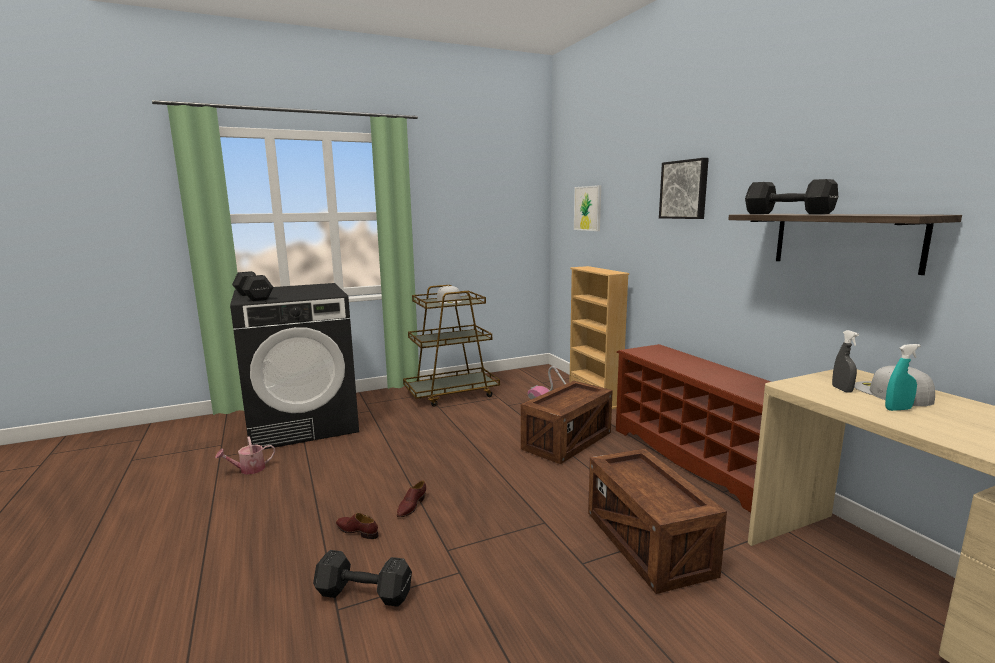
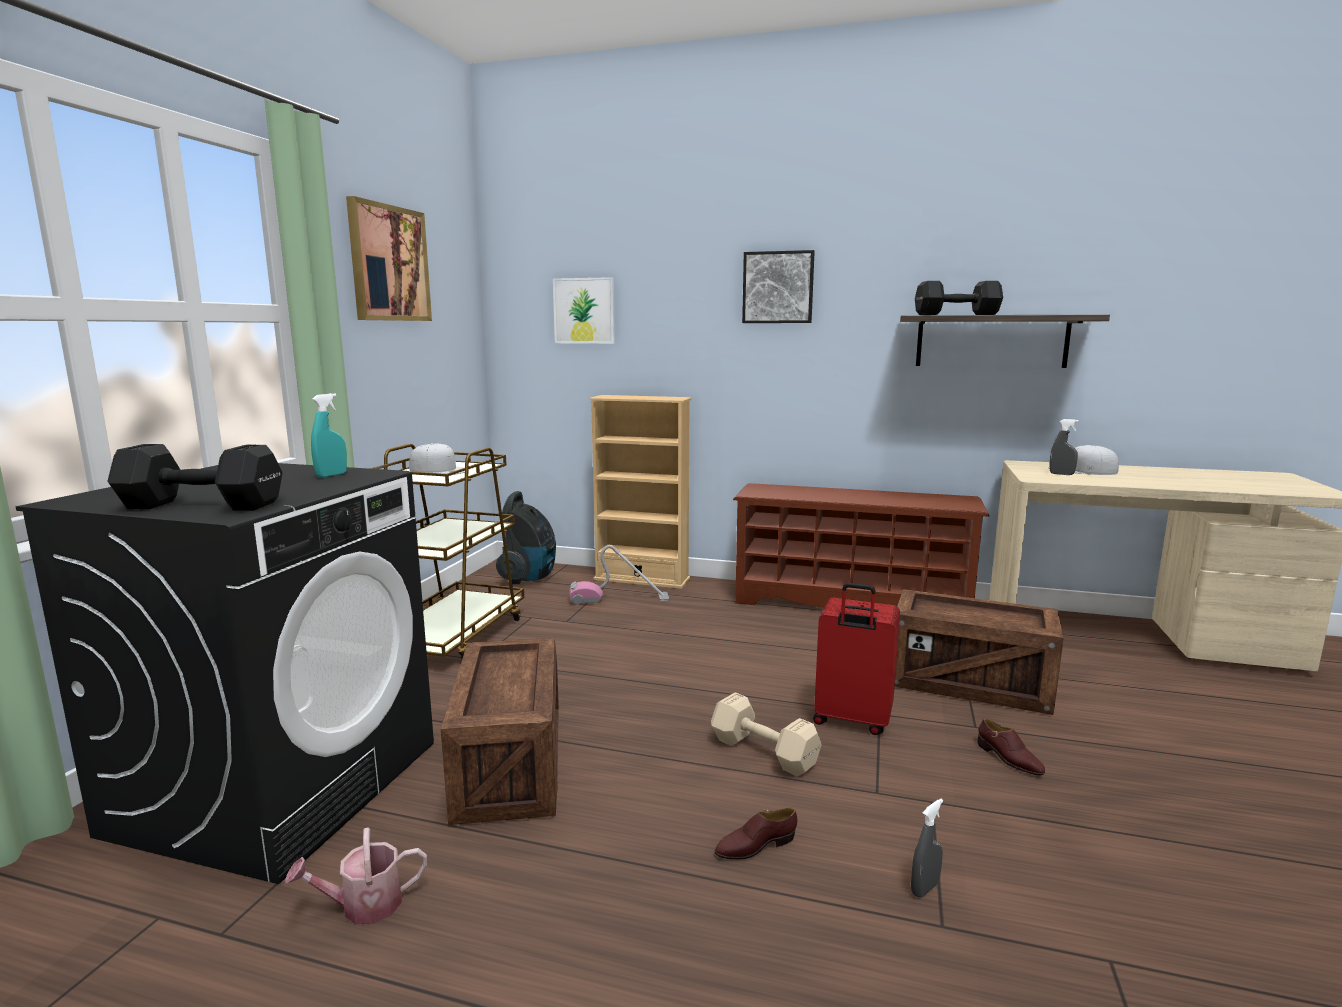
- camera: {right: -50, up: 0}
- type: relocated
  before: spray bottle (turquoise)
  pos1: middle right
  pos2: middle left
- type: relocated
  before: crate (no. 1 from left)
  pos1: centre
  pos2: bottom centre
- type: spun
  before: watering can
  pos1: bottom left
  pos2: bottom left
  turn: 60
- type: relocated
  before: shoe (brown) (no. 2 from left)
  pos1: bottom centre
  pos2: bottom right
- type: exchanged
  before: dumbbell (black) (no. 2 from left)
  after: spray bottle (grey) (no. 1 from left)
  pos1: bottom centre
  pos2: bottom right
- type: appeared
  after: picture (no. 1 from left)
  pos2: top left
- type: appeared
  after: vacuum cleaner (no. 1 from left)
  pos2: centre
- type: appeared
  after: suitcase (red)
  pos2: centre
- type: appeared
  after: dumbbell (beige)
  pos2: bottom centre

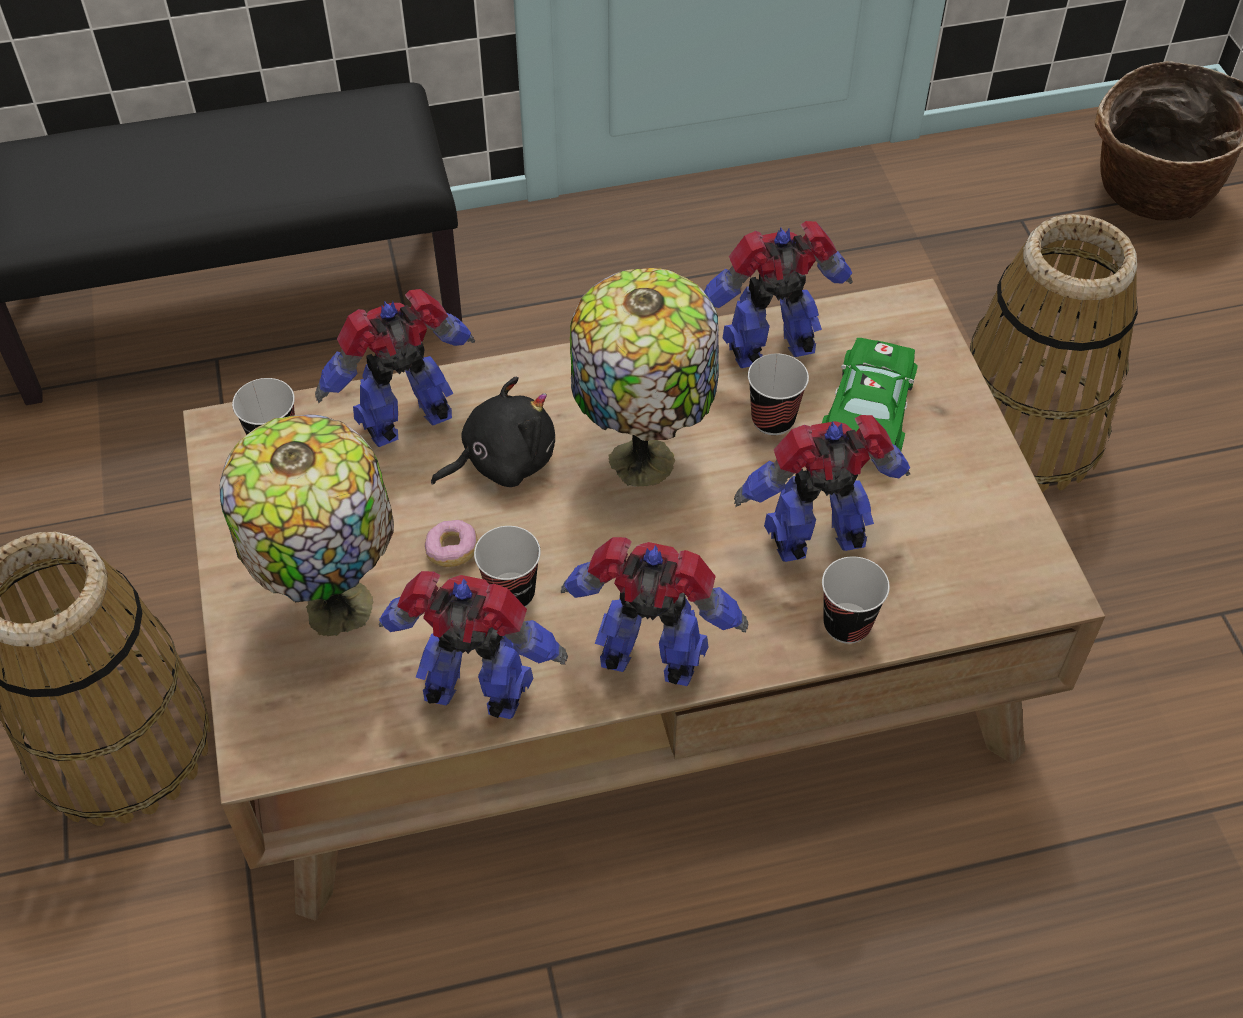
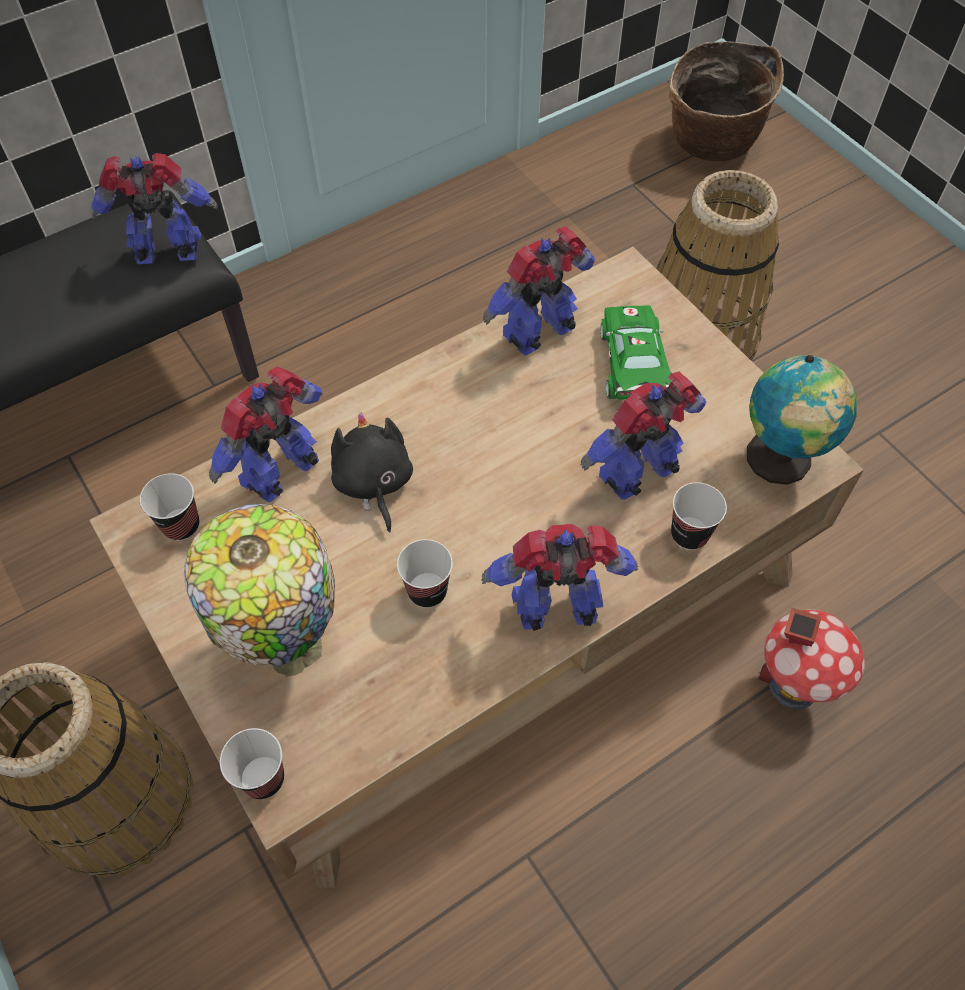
- camera: {right: -20, up: 5}
- type: missing
  before: table lamp (no. 2 from left)
  pos1: centre
- type: relocated
  before: cup (no. 3 from left in the first image)
  after: cup (no. 2 from left)
  pos1: centre
  pos2: bottom left
- type: spun
  before: plush toy (black)
  pos1: centre
  pos2: centre
  turn: -60
- type: missing
  before: donut
  pos1: centre
- type: relocated
  before: toy robot (no. 2 from left in the first image)
  after: toy robot (no. 1 from left)
  pos1: centre
  pos2: top left
- type: appeared
  after: globe
  pos2: middle right
- type: appeared
  after: toy house
  pos2: middle right

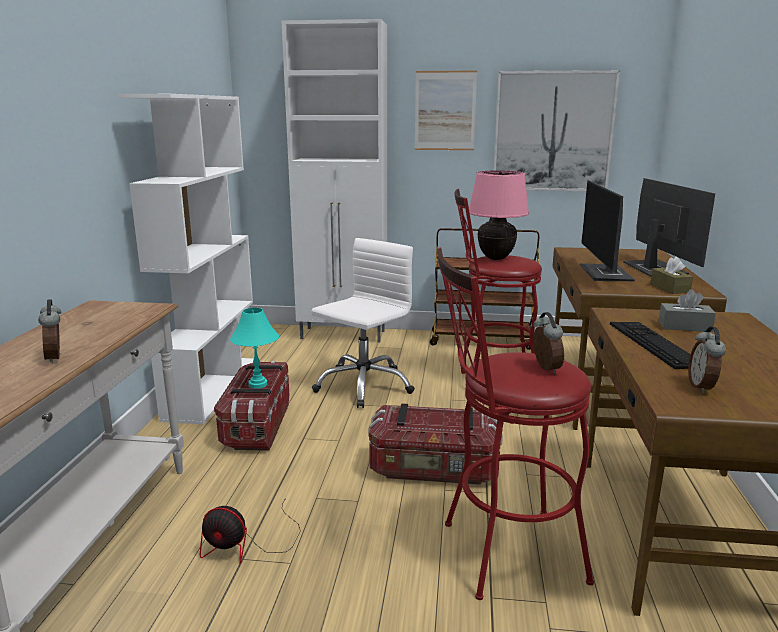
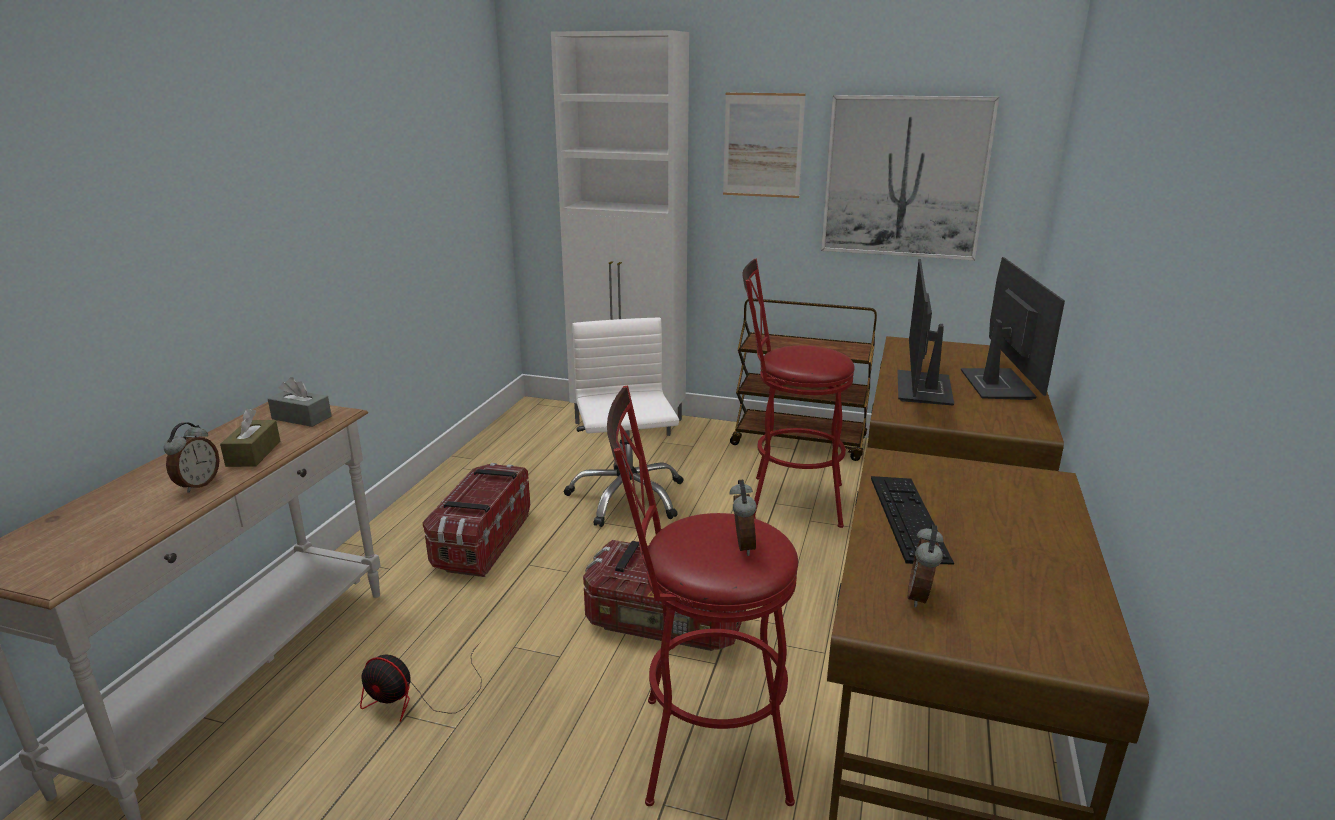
- camera: {right: 10, up: 5}
- type: missing
  before: bookcase (white)
  pos1: middle left
- type: missing
  before: table lamp (pink)
  pos1: centre
- type: spun
  before: office chair (white)
  pos1: centre
  pos2: centre
  turn: -60
- type: relocated
  before: tissue box (brown)
  pos1: middle right
  pos2: middle left
- type: relocated
  before: tissue box (grey)
  pos1: middle right
  pos2: middle left
- type: spun
  before: alarm clock (no. 1 from left)
  pos1: middle left
  pos2: middle left
  turn: -150
- type: missing
  before: table lamp (turquoise)
  pos1: middle left

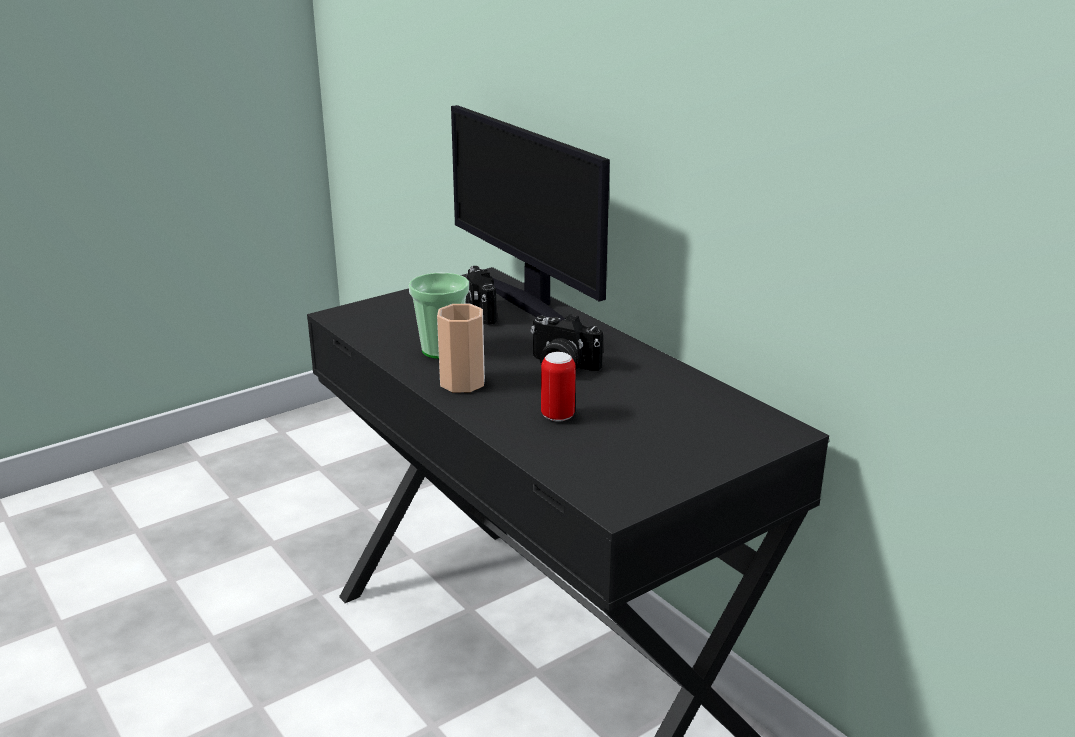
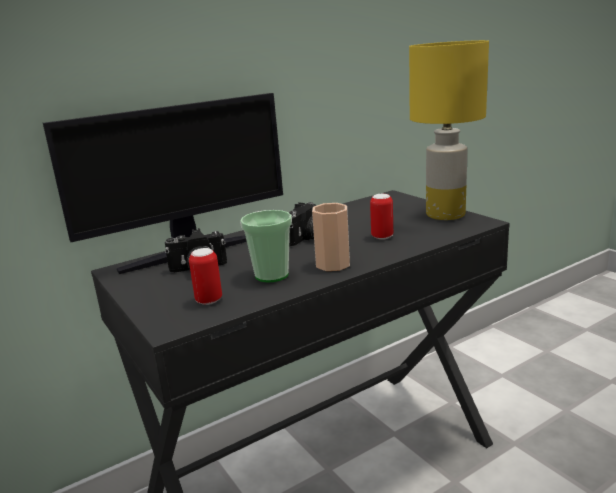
- camera: {right: -85, up: -5}
- type: appeared
  after: table lamp (yellow)
  pos2: top right
- type: appeared
  after: can (no. 1 from left)
  pos2: middle left

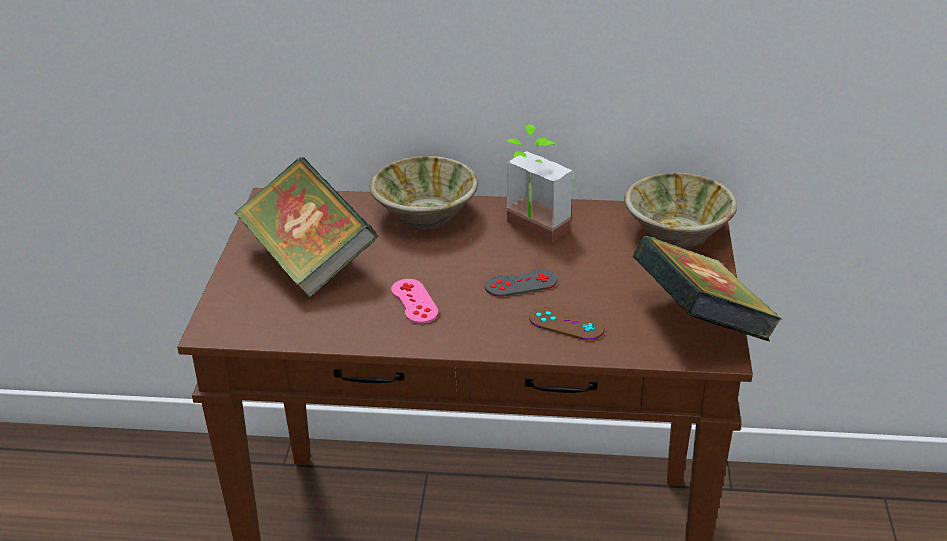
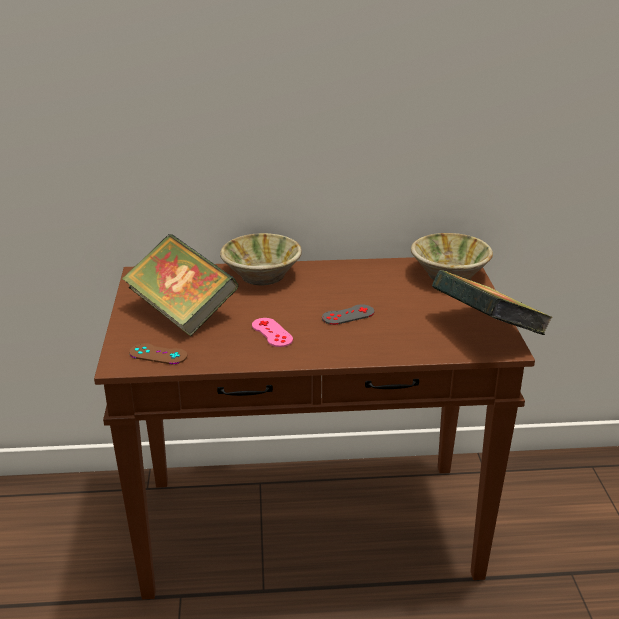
- camera: {right: -10, up: -5}
- type: missing
  before: potted plant
  pos1: centre
- type: relocated
  before: game controller (brown)
  pos1: centre
  pos2: middle left

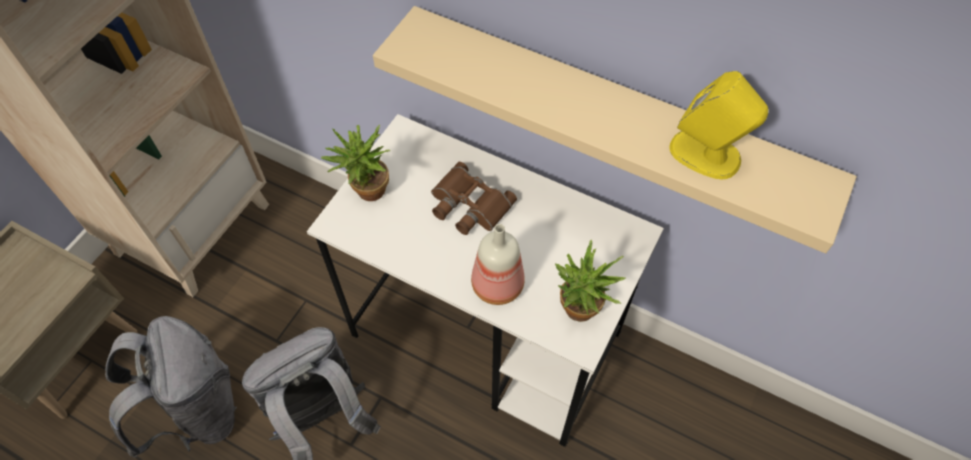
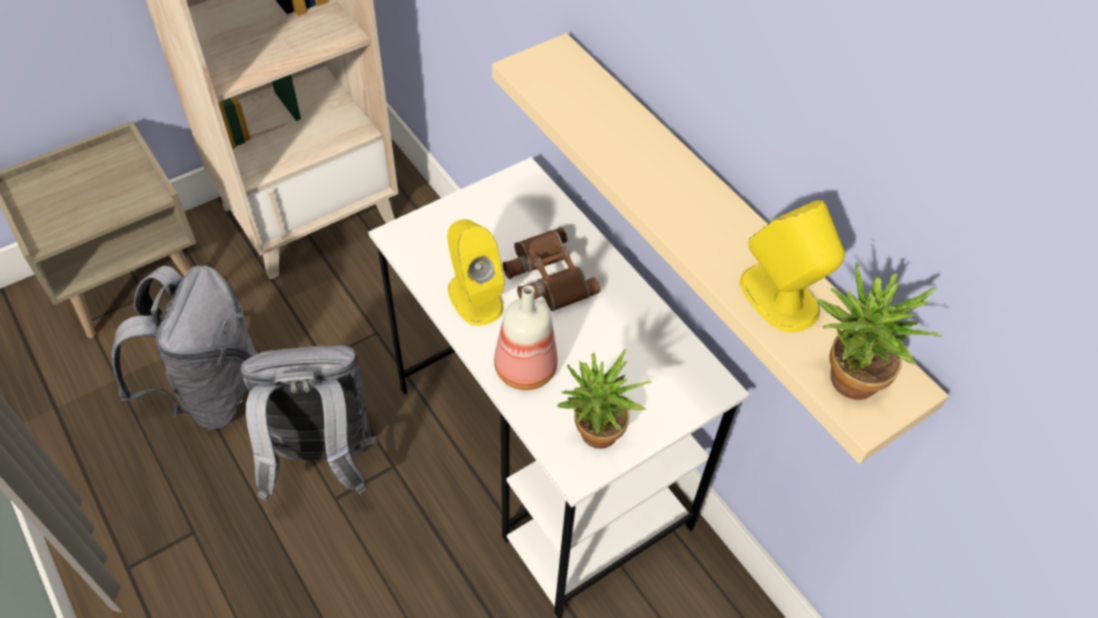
- camera: {right: 25, up: -5}
- type: relocated
  before: potted plant (no. 1 from left in the first image)
  after: potted plant (no. 2 from left)
  pos1: centre
  pos2: middle right
- type: appeared
  after: speaker (yellow) (no. 1 from left)
  pos2: centre

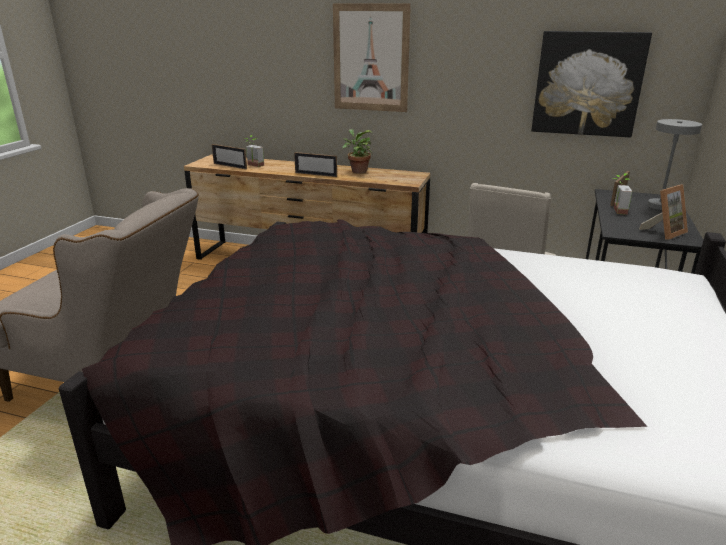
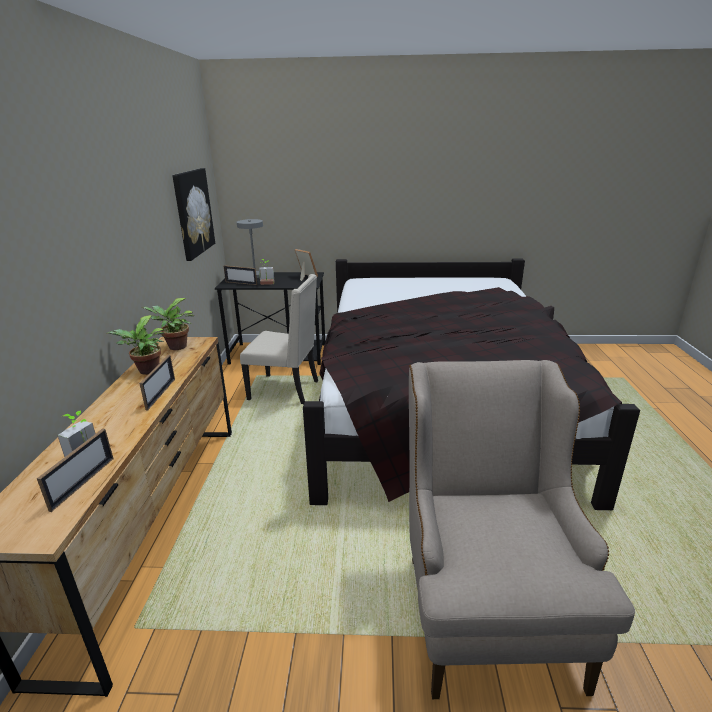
- camera: {right: -105, up: 0}
- type: missing
  before: picture (no. 1 from left)
  pos1: top centre
- type: appeared
  after: potted plant (no. 3 from left)
  pos2: middle left

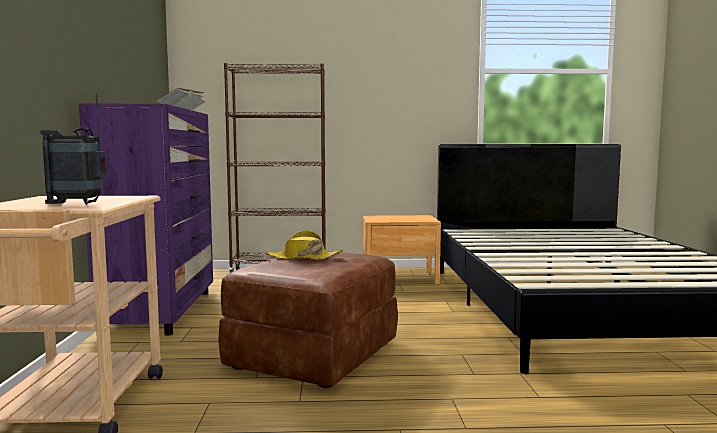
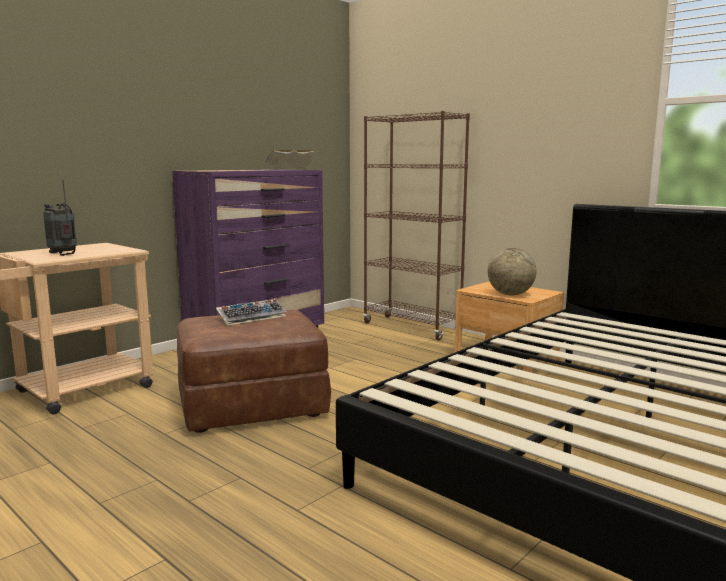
- camera: {right: 45, up: 5}
- type: exchanged
  before: hat (yellow)
  after: keyboard
  pos1: centre
  pos2: centre
- type: appeared
  after: globe
  pos2: middle right

